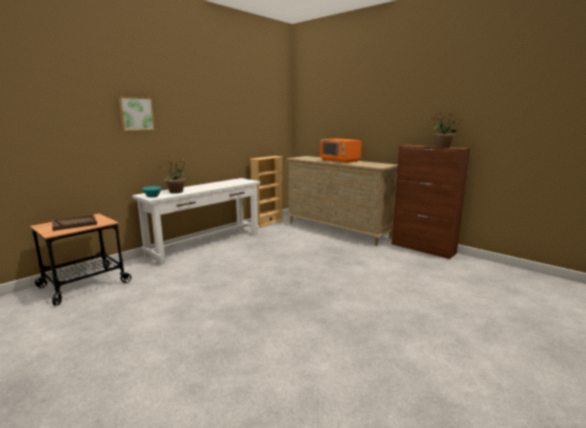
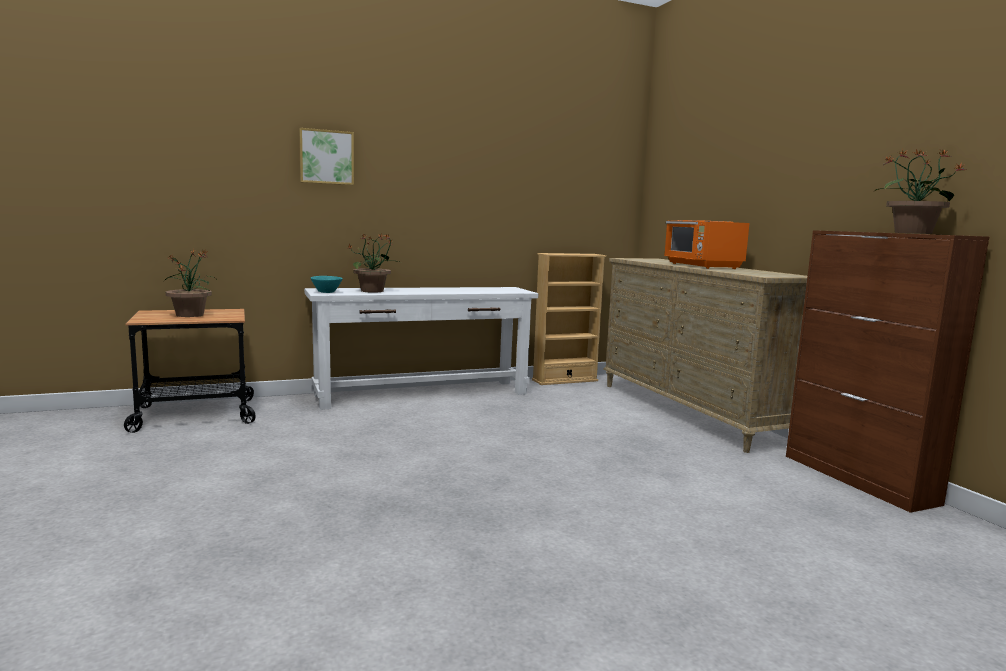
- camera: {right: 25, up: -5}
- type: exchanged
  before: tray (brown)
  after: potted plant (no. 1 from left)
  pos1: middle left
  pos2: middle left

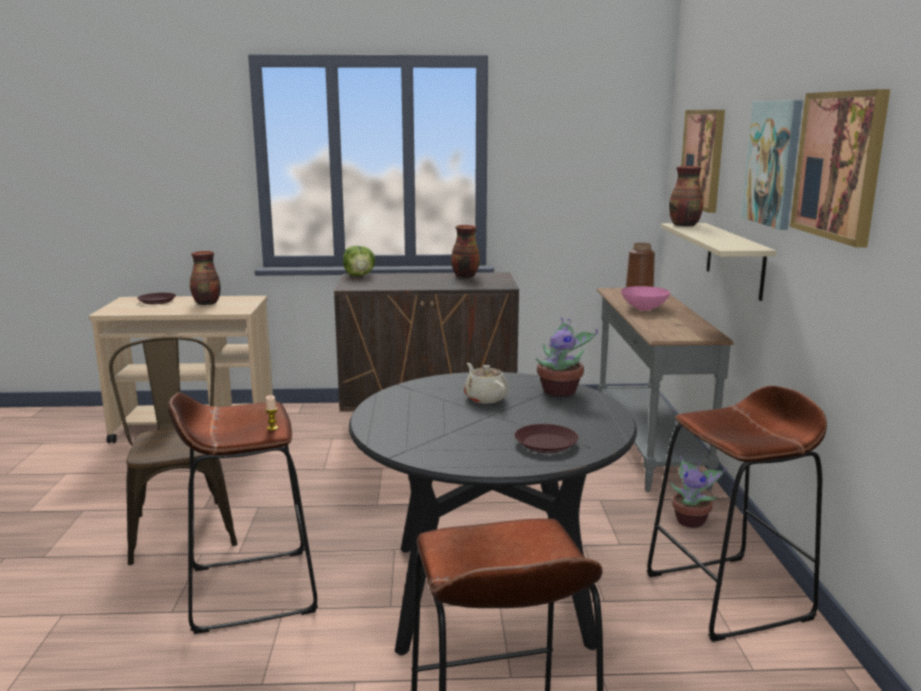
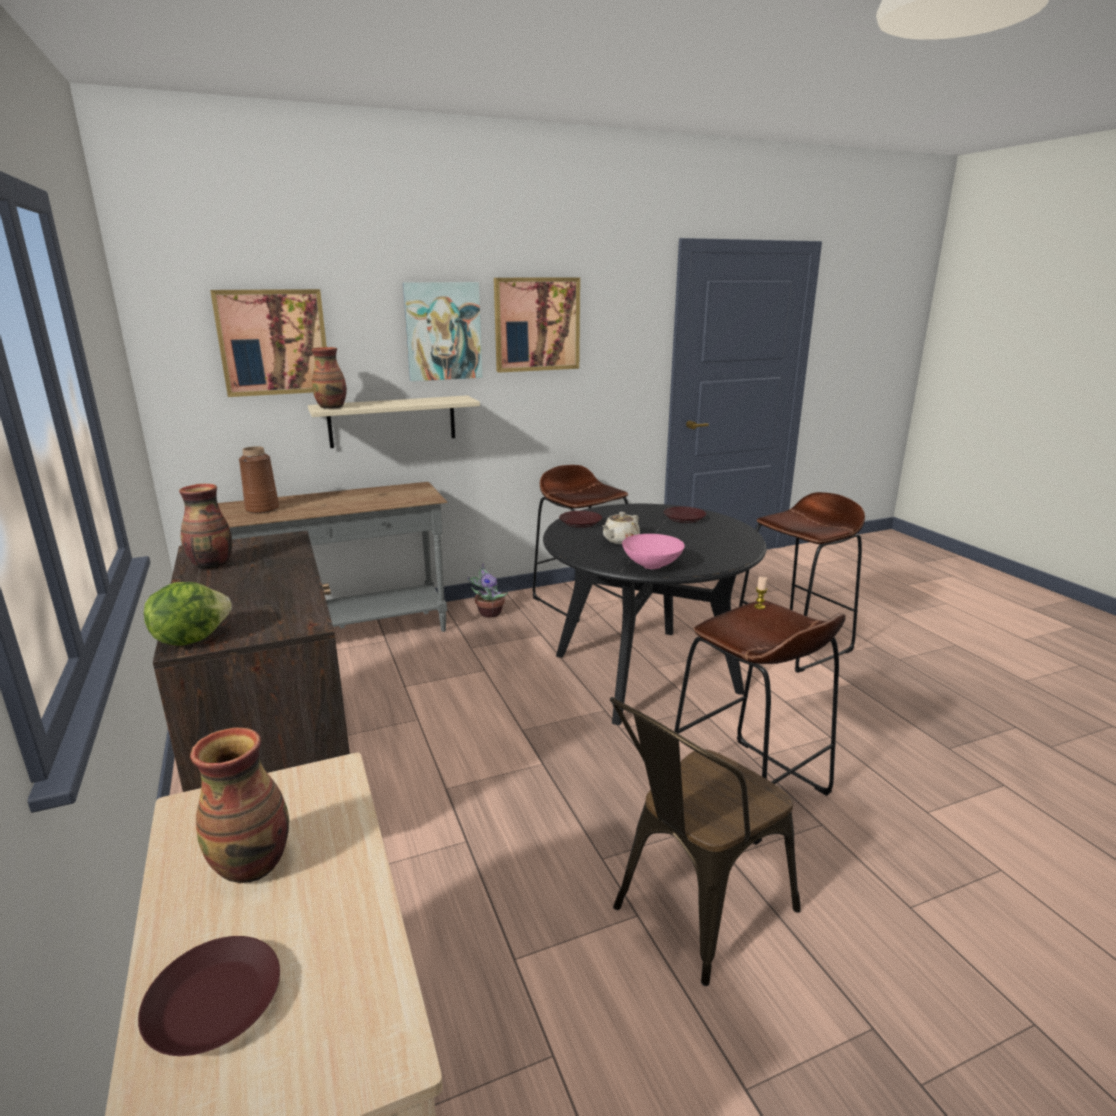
- camera: {right: -110, up: 5}
- type: relocated
  before: bowl (pink)
  pos1: middle right
  pos2: centre
- type: exchanged
  before: potted plant (no. 1 from left)
  after: plate (brown) (no. 2 from left)
  pos1: centre
  pos2: centre

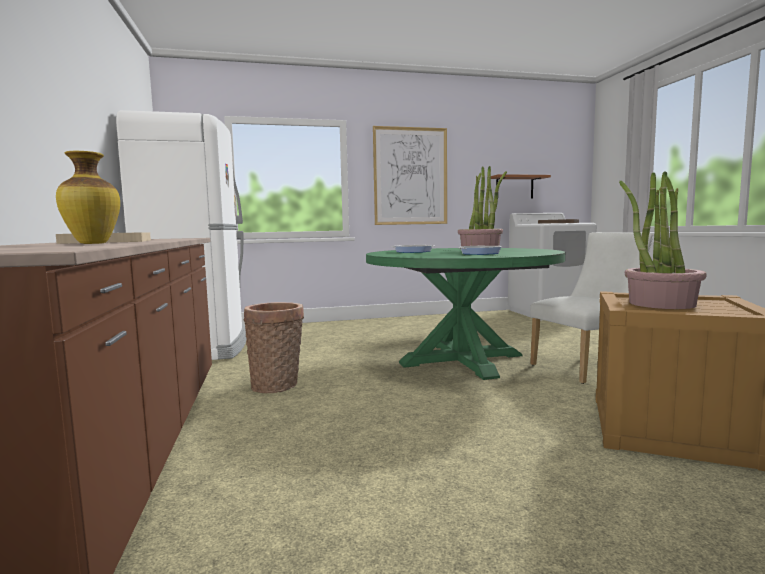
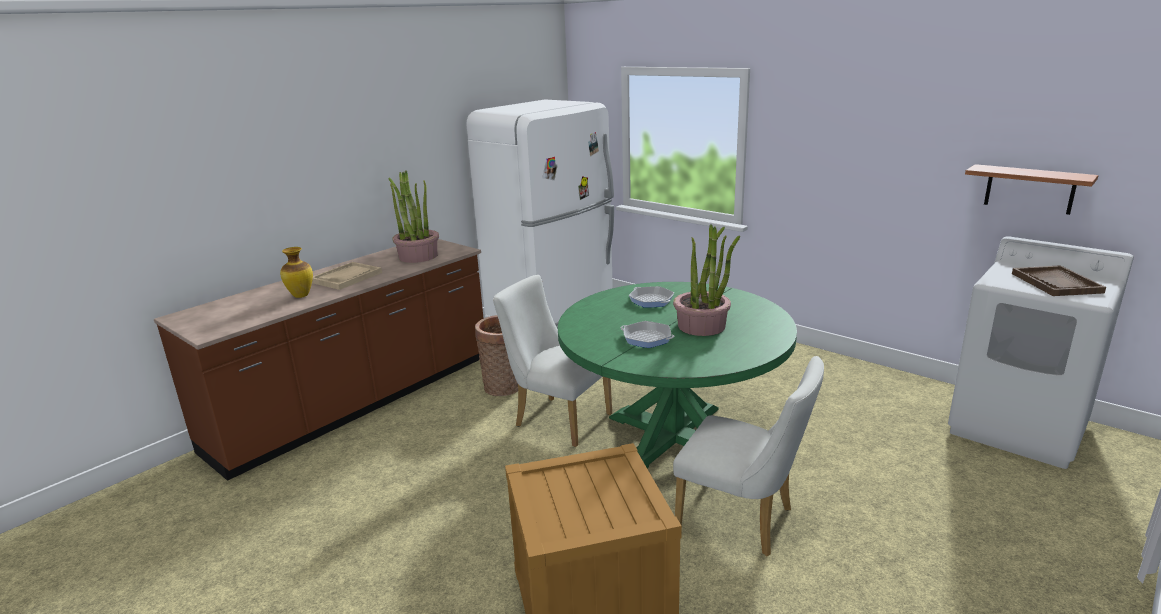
- camera: {right: 55, up: 15}
- type: missing
  before: picture
  pos1: top centre
- type: relocated
  before: potted plant (no. 2 from left in the first image)
  after: potted plant (no. 1 from left)
  pos1: middle right
  pos2: centre
- type: appeared
  after: chair (white) (no. 1 from left)
  pos2: centre

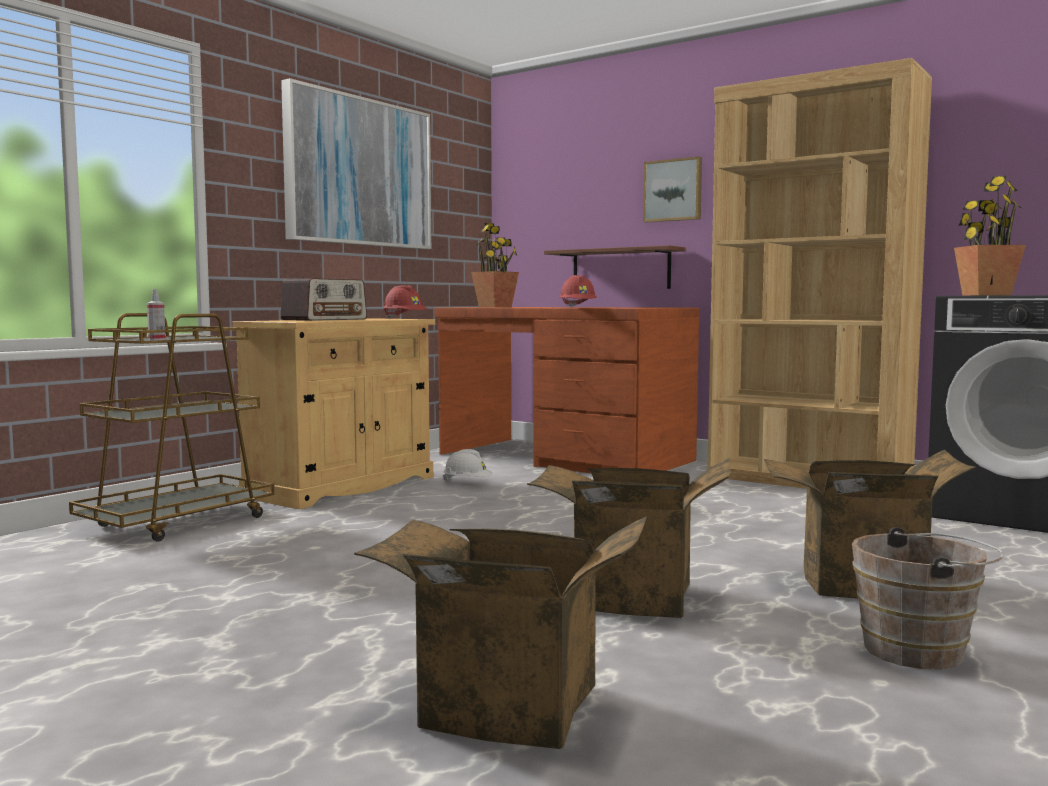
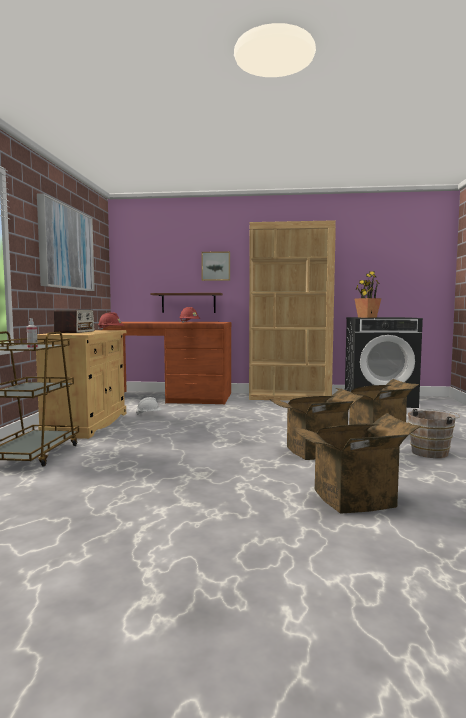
- camera: {right: -30, up: 0}
- type: missing
  before: potted plant (no. 1 from left)
  pos1: centre

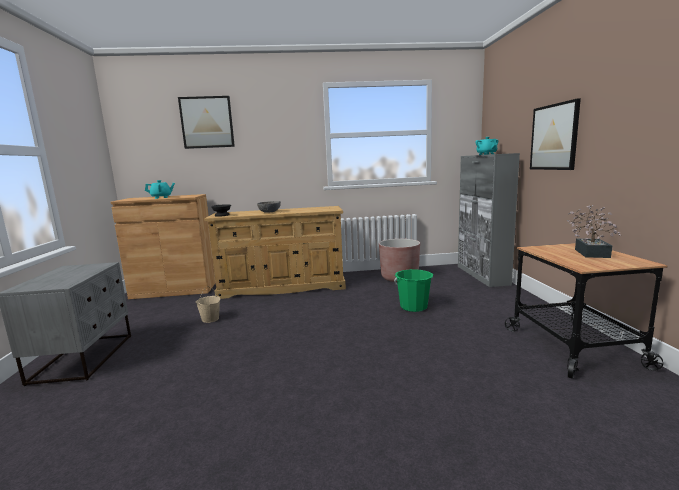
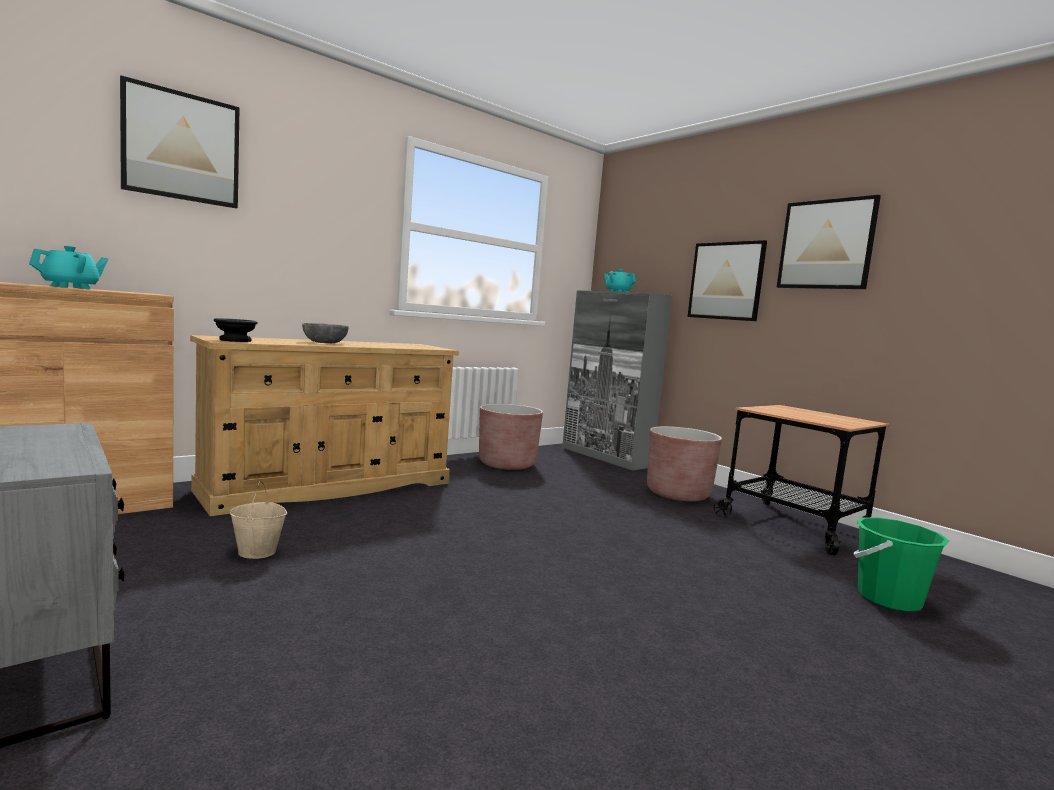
- camera: {right: -35, up: -5}
- type: missing
  before: potted plant
  pos1: middle right
- type: relocated
  before: bucket (green)
  pos1: centre
  pos2: bottom right
- type: appeared
  after: picture (no. 3 from left)
  pos2: top right
- type: appeared
  after: planter (brown) (no. 2 from left)
  pos2: centre

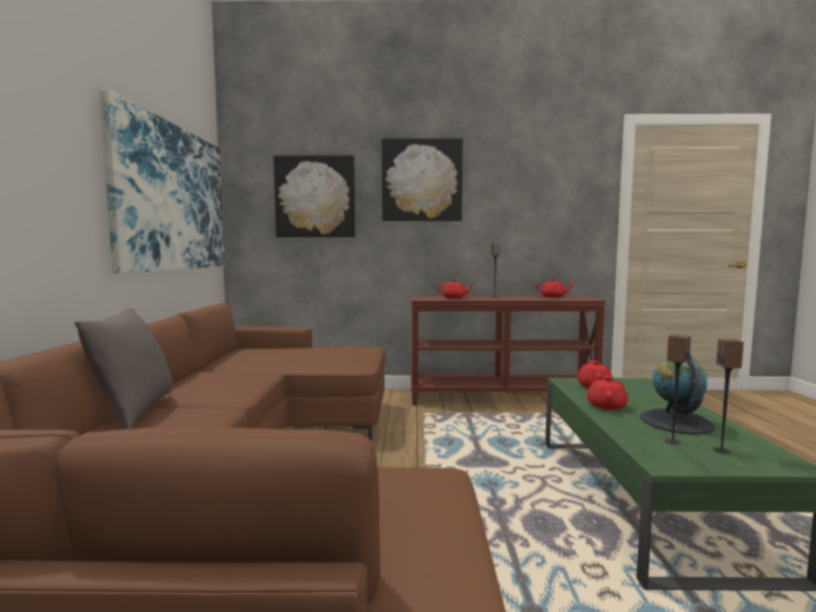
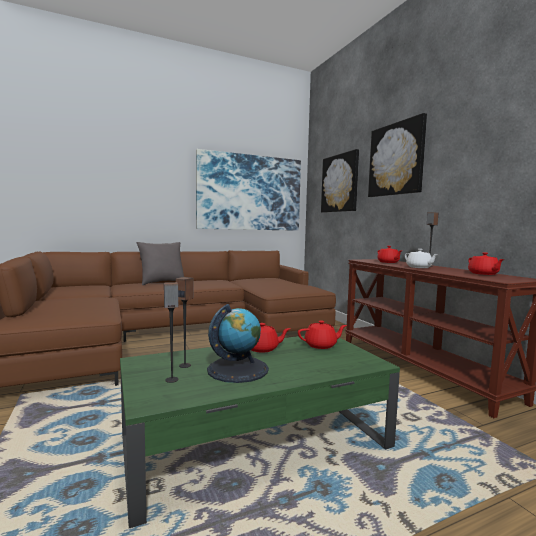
- camera: {right: 65, up: 0}
- type: appeared
  after: teapot (white)
  pos2: middle right

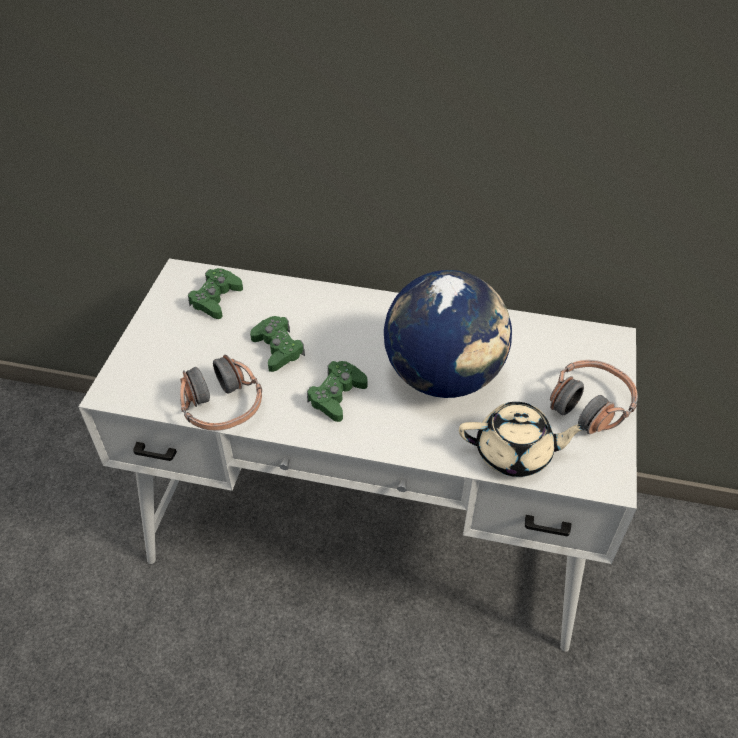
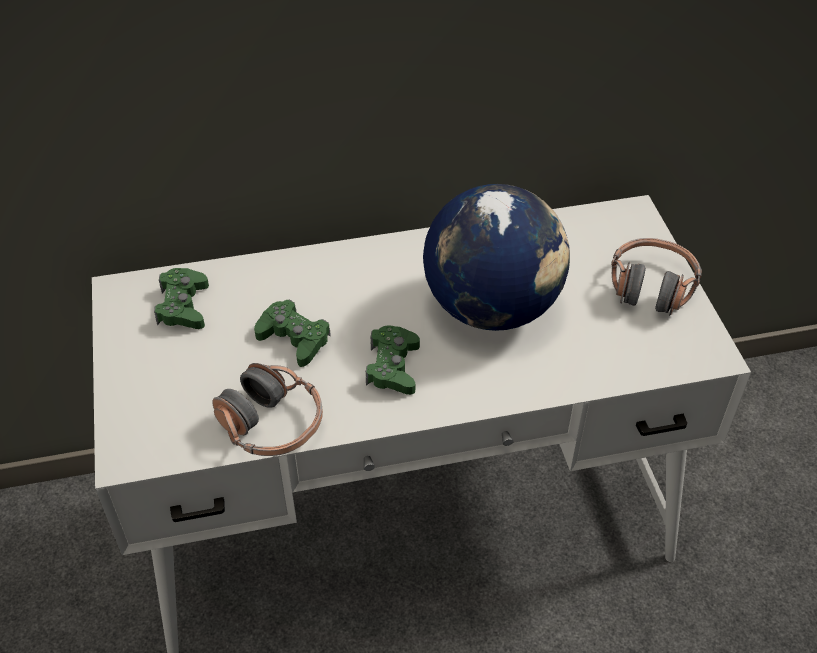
- camera: {right: -25, up: 0}
- type: missing
  before: teapot (beige)
  pos1: middle right

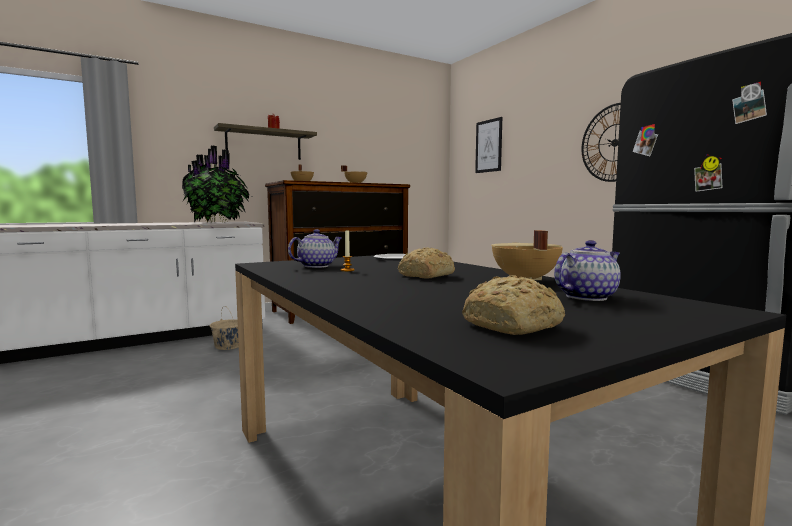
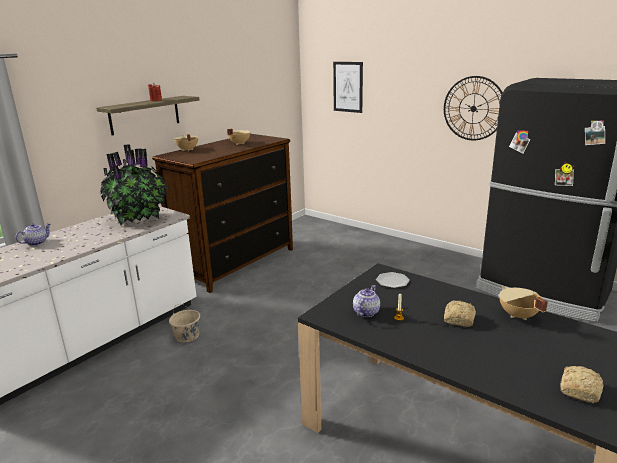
- camera: {right: -20, up: 15}
- type: relocated
  before: teapot (no. 2 from left in the first image)
  after: teapot (no. 1 from left)
  pos1: middle right
  pos2: middle left

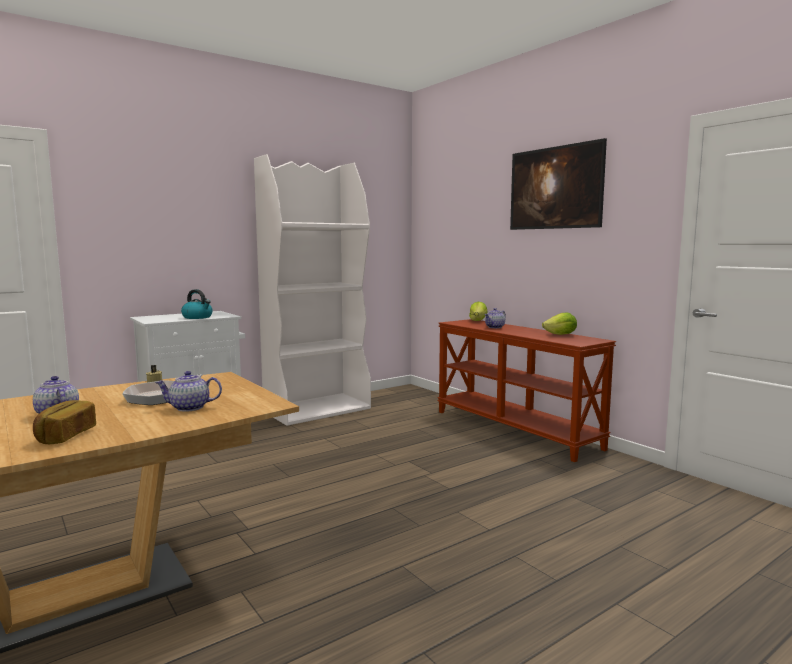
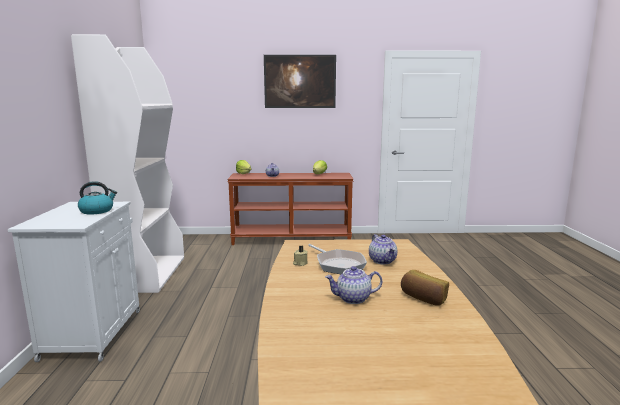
- camera: {right: -55, up: 5}
- type: spun
  before: teapot (no. 2 from left in the first image)
  pos1: middle left
  pos2: centre
  turn: -45

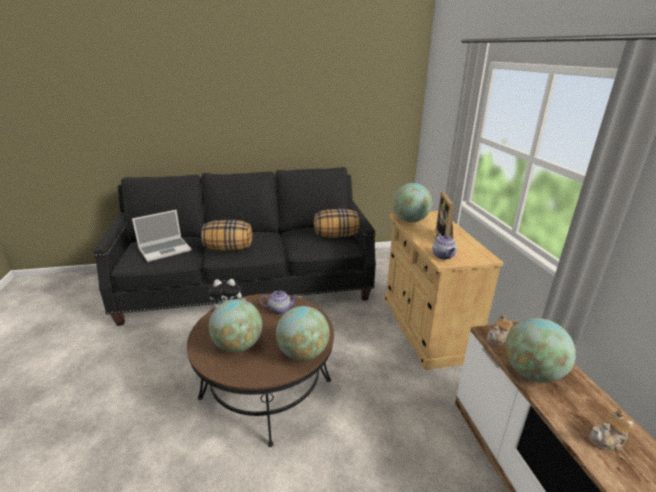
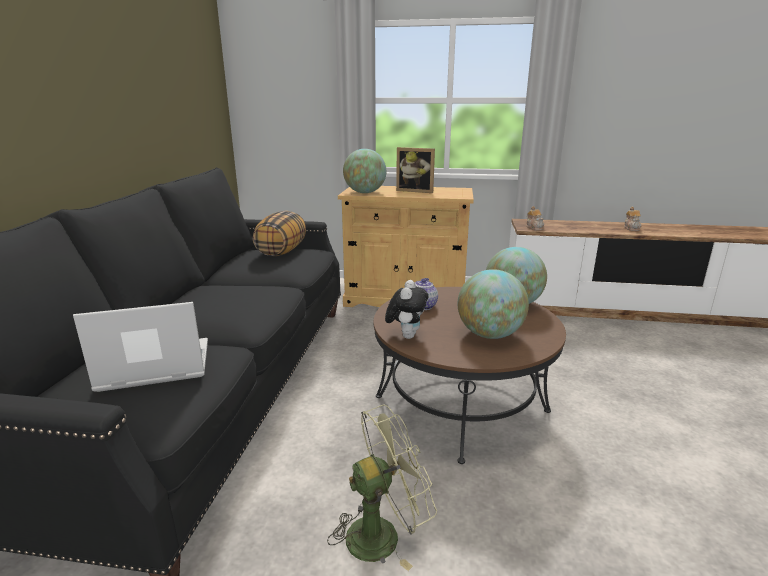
- camera: {right: -70, up: -5}
- type: spun
  before: laptop
  pos1: middle left
  pos2: middle left
  turn: -90
- type: missing
  before: pillow (no. 1 from left)
  pos1: centre
- type: missing
  before: teapot (no. 2 from left)
  pos1: middle right
- type: missing
  before: globe (no. 4 from left)
  pos1: bottom right
- type: appeared
  after: fan (green)
  pos2: bottom centre

